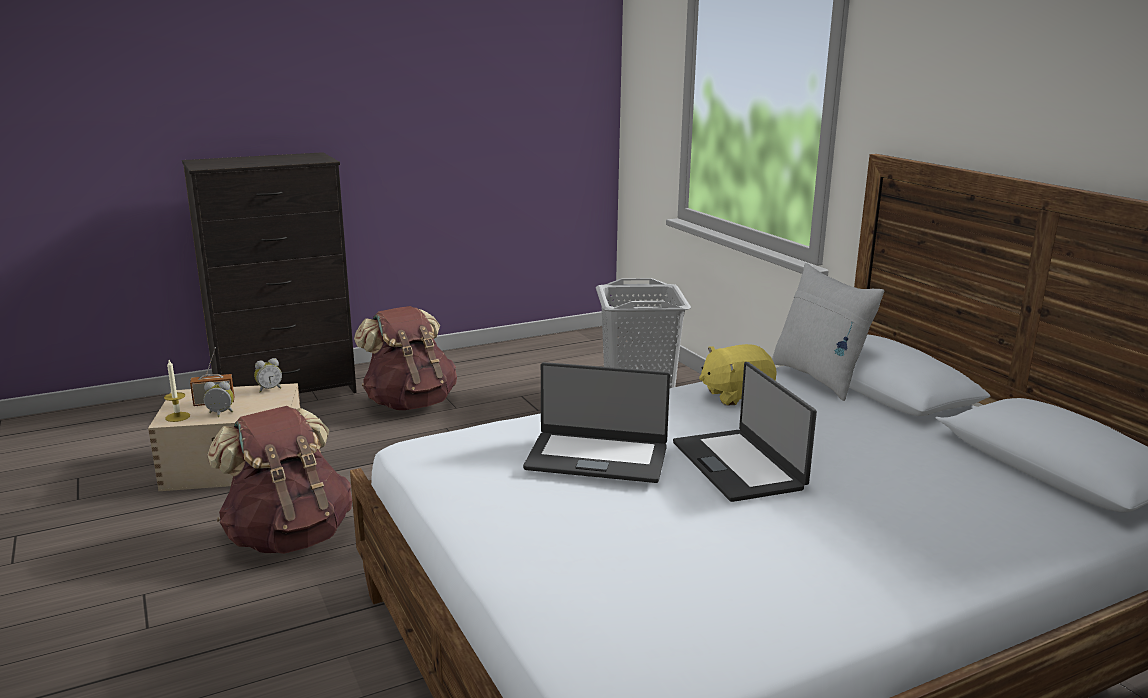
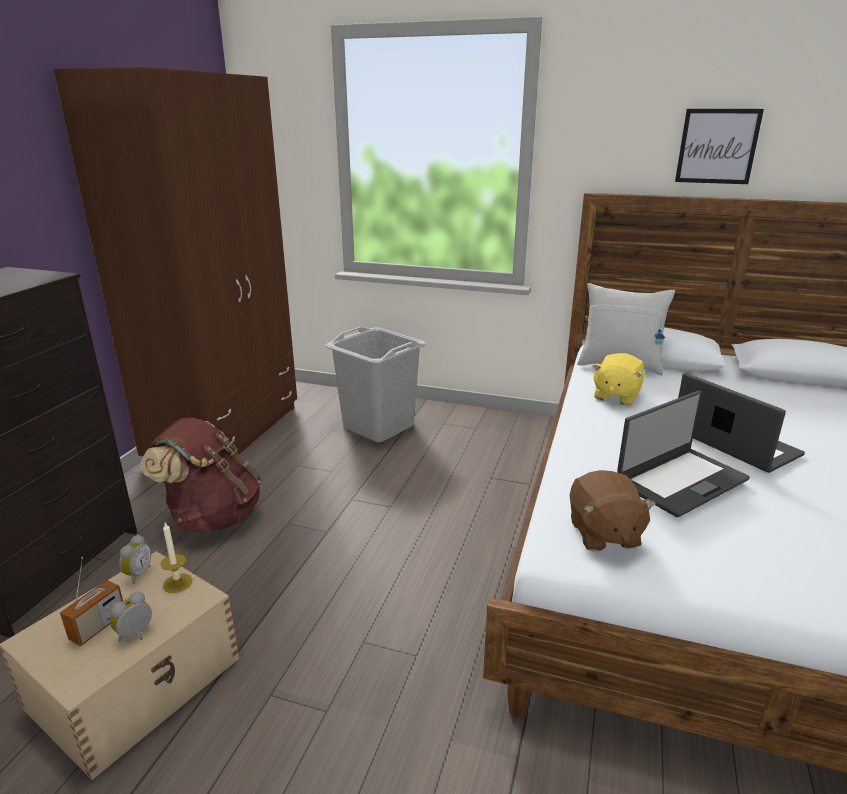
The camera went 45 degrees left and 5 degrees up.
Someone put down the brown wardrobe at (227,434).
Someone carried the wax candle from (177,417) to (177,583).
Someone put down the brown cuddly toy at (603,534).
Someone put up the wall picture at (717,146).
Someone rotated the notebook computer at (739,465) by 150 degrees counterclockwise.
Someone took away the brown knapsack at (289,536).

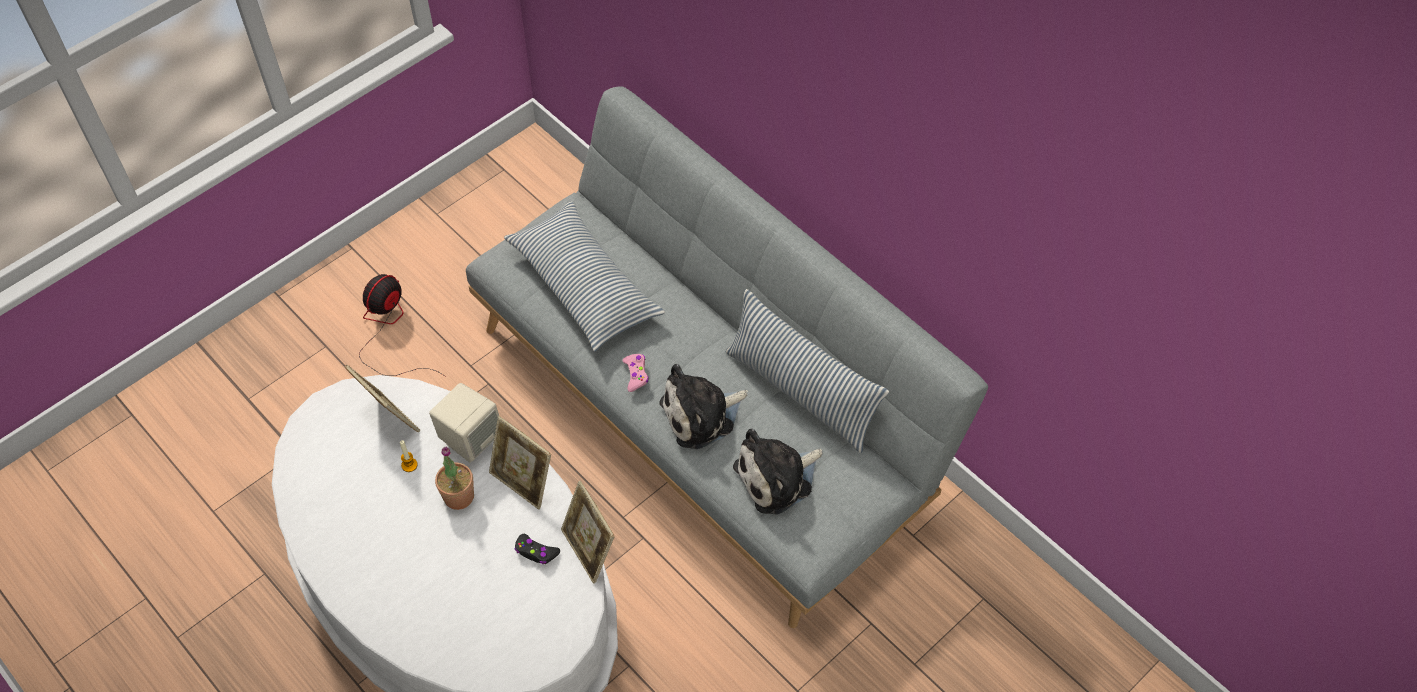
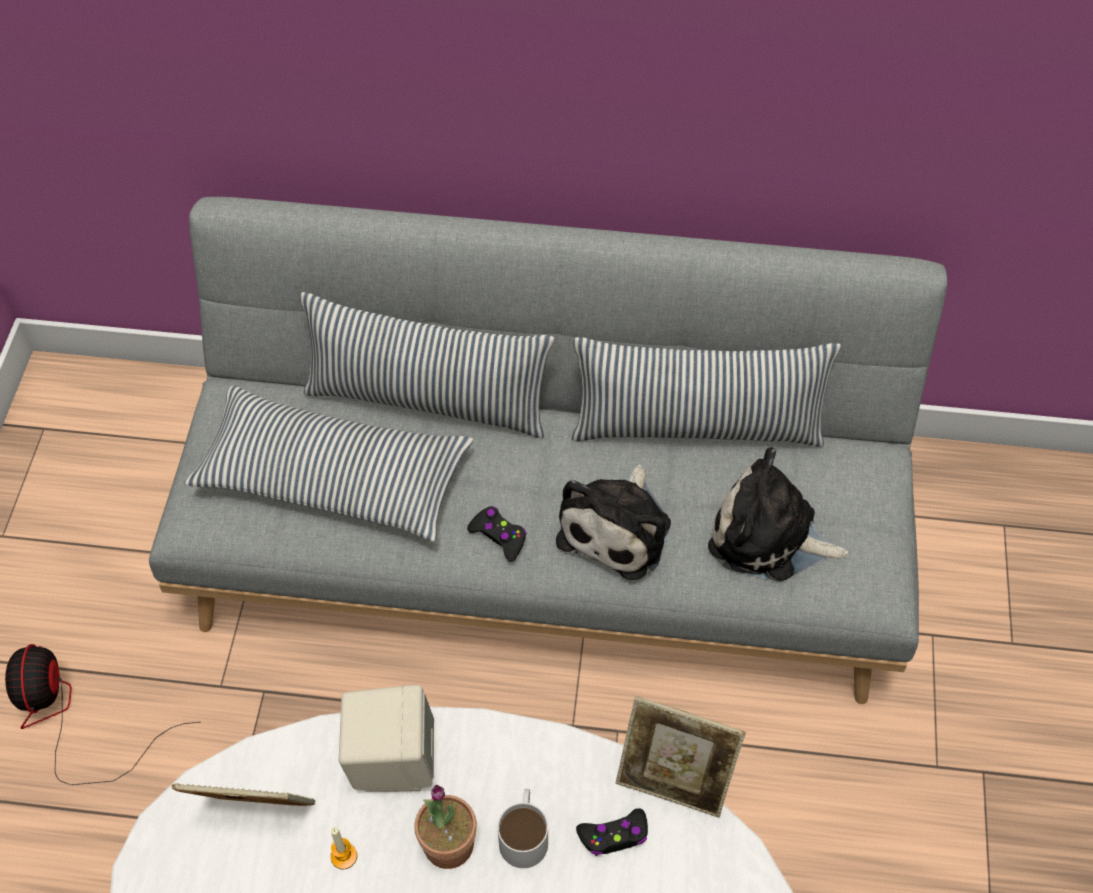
The camera went 40 degrees left and 0 degrees up.
Someone put down the throw pillow at (428,401).
Someone repainted the pink-coloured gamepad at (636,374), which became the black-coloured gamepad at (499,536).
Someone put down the whitish coffee mug at (524,833).
Someone rotated the cuddly toy at (777,477) by 90 degrees clockwise.
Someone took away the standing frame at (523,482).

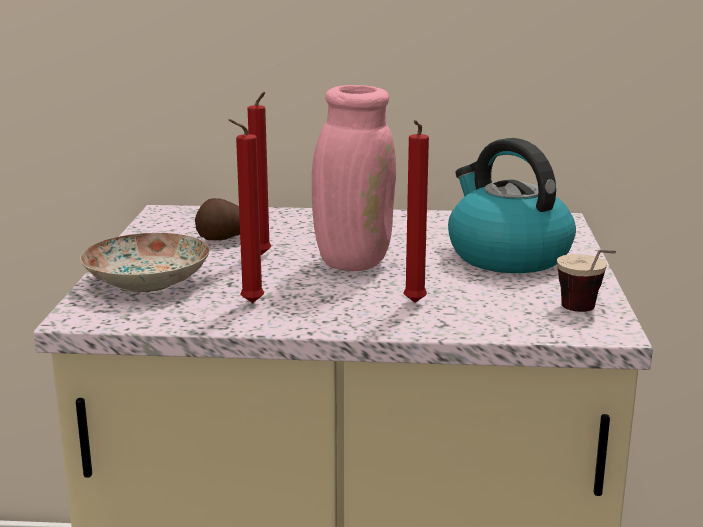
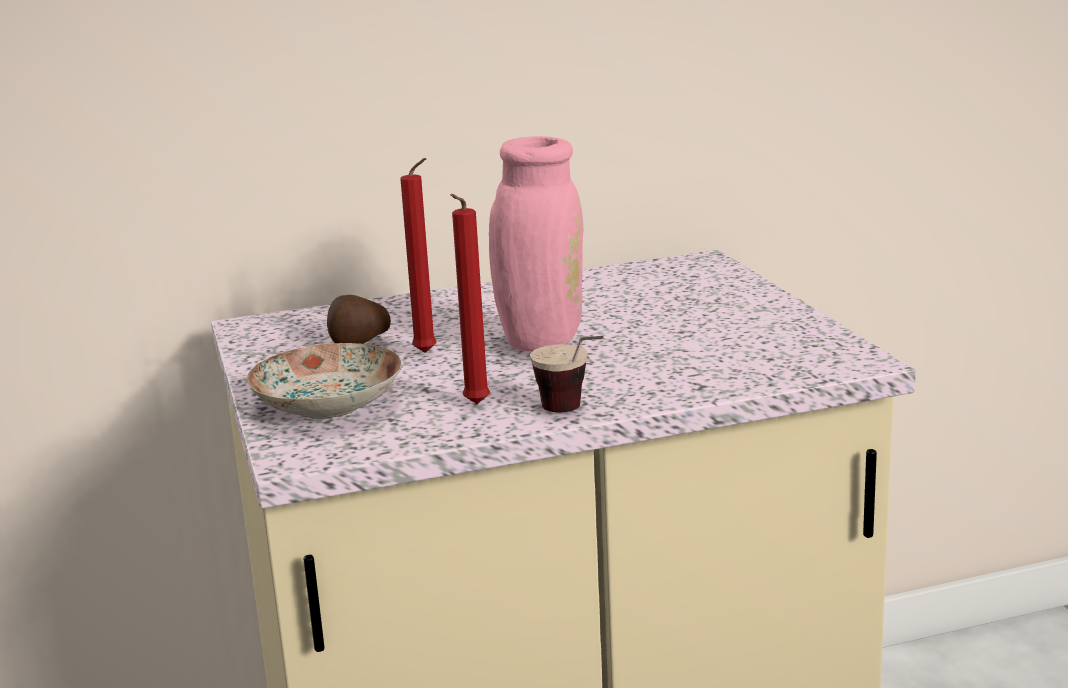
The camera went 20 degrees left and 0 degrees up.
Someone carried the small cup from (586,314) to (574,413).
Someone took away the red-coloured wax candle at (413,304).
Someone took away the kettle at (506,255).

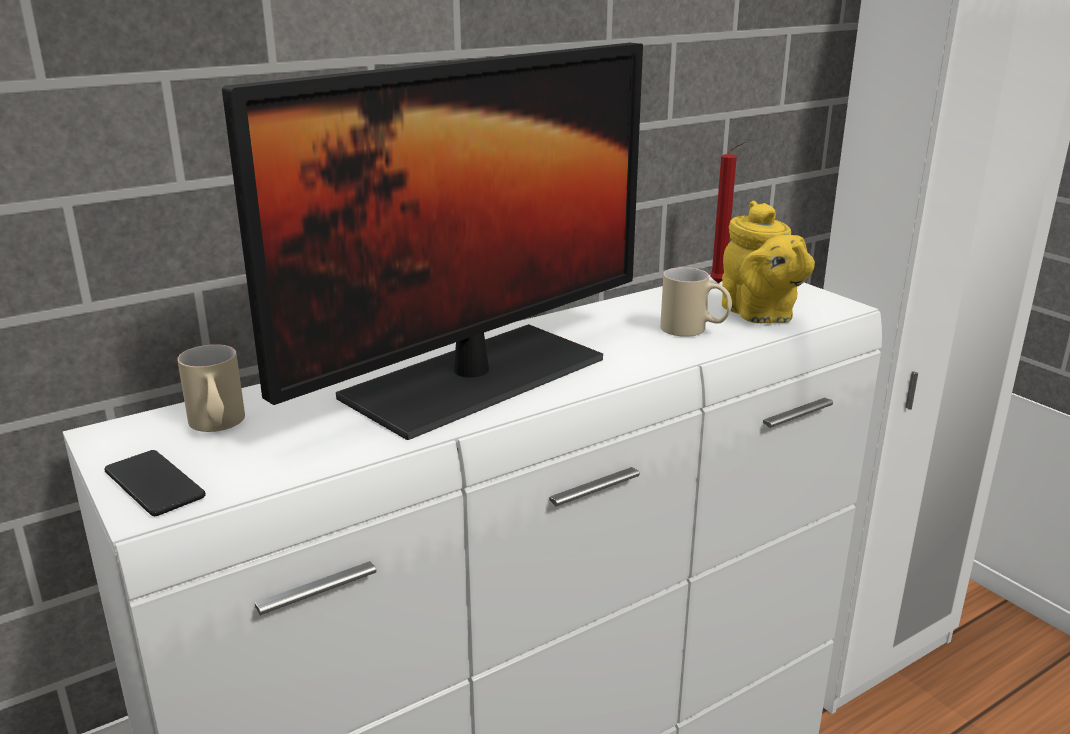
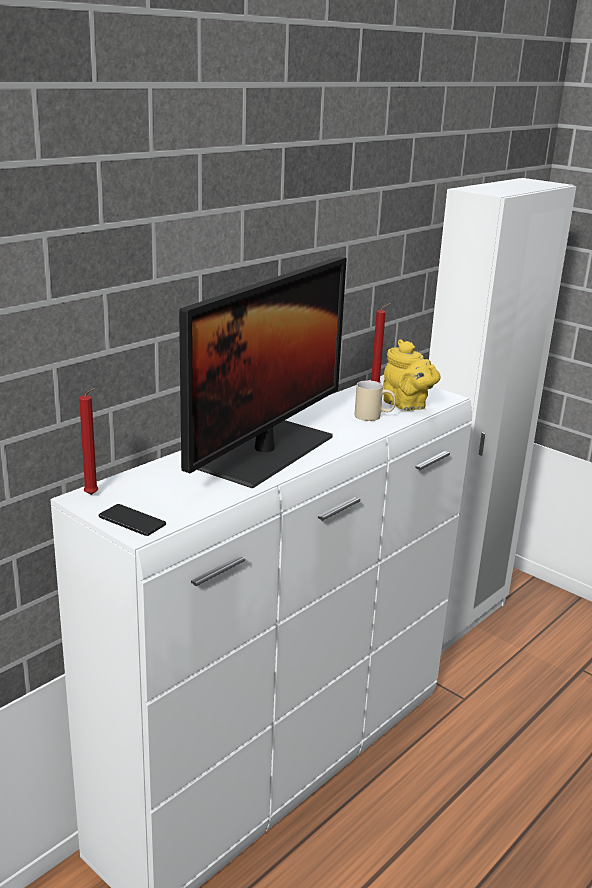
The camera went 15 degrees left and 0 degrees up.
Someone put down the red-coloured wax candle at (93,495).
Someone took away the beige-coloured coffee mug at (218,426).

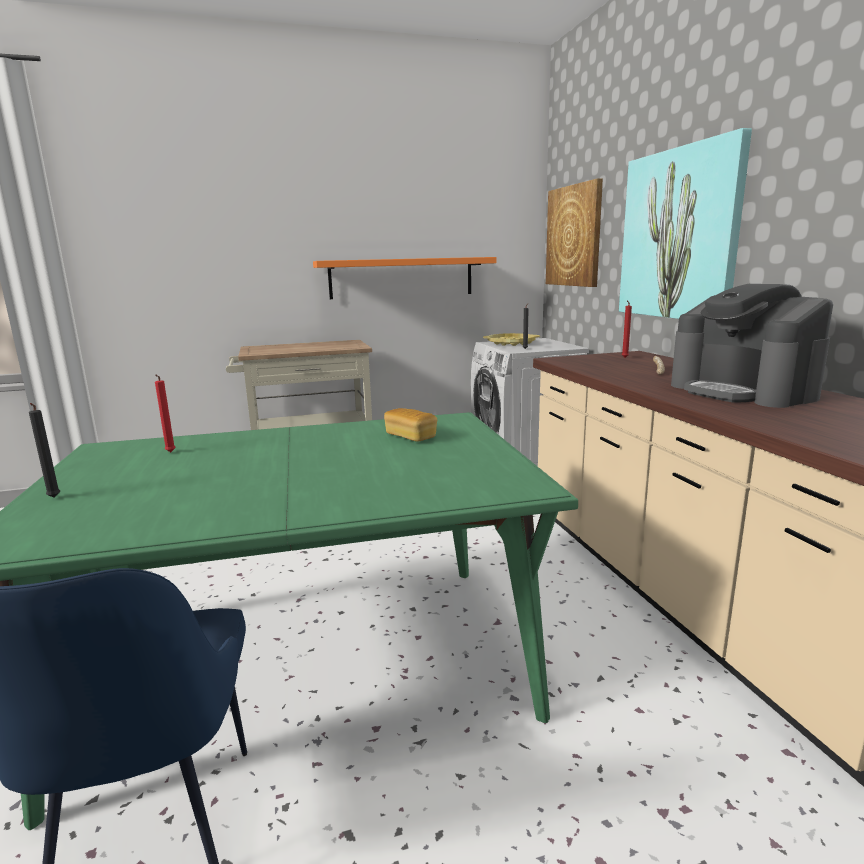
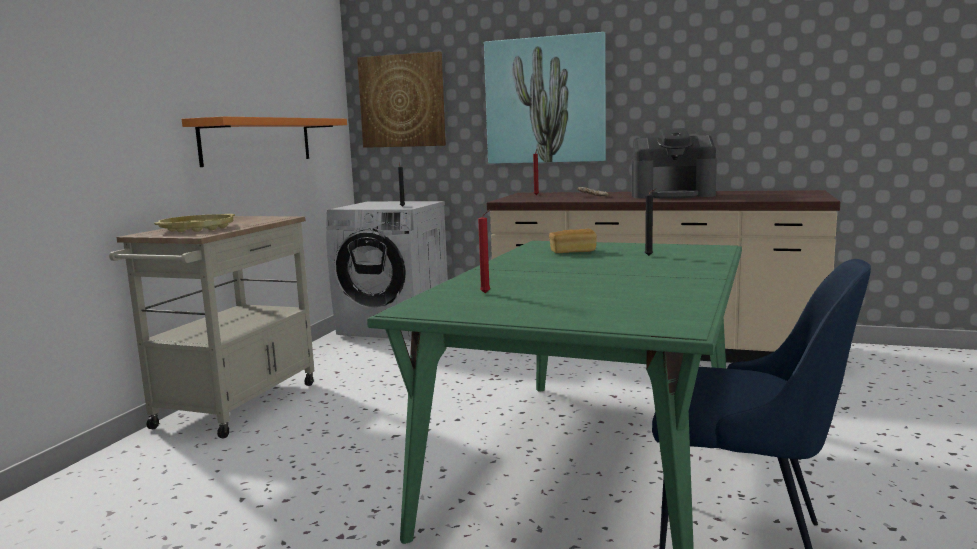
The camera went 55 degrees left and 5 degrees down.
Someone carried the yellowish carrying tray from (511,343) to (197,229).
Someone carried the black-coloured wax candle from (53,498) to (650,256).

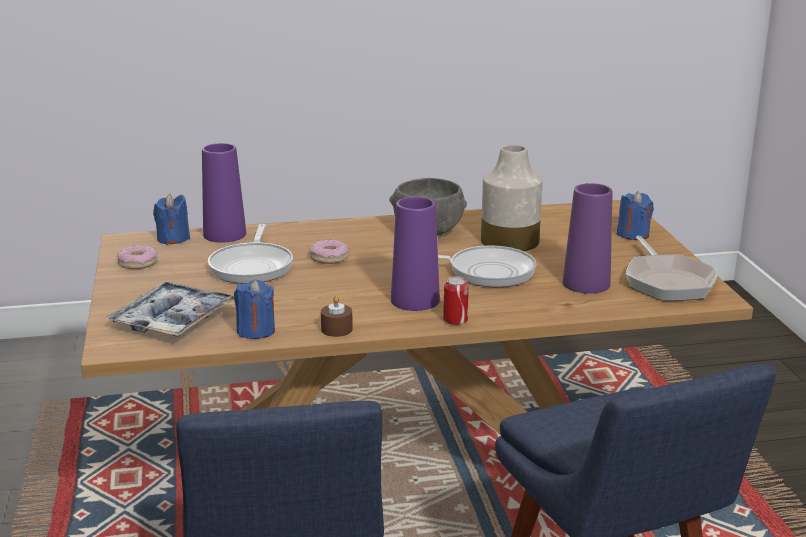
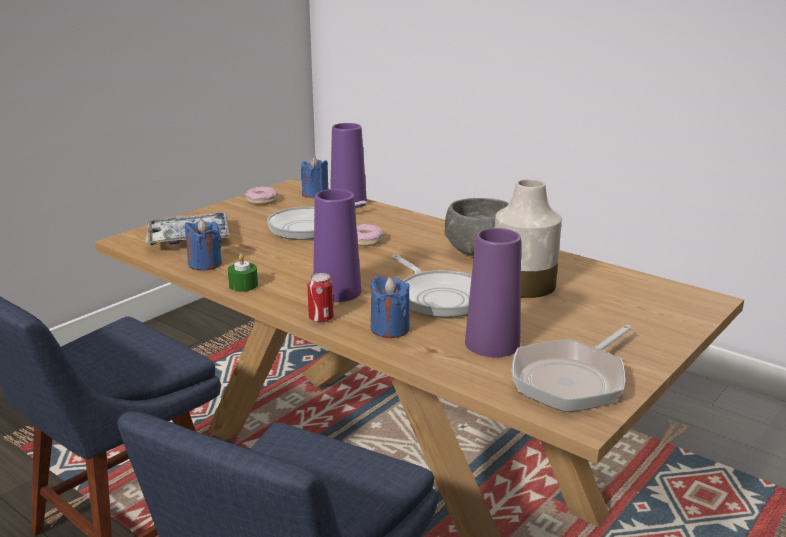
The camera went 50 degrees right and 0 degrees up.
Someone repainted the brown wax candle at (336,329), which became the green wax candle at (243,285).
Someone carried the bluish wax candle from (633,234) to (390,329).

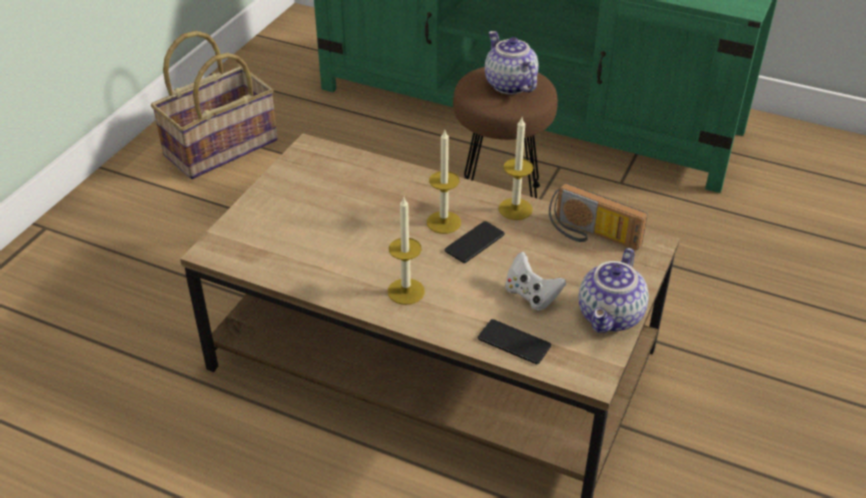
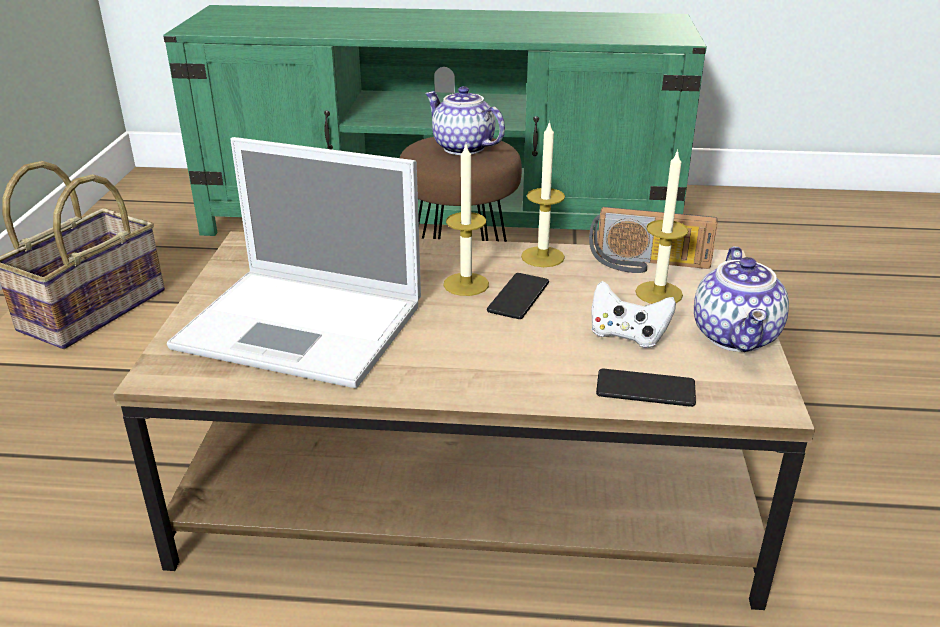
The camera went 20 degrees left and 10 degrees down.
Someone put down the notebook computer at (305,326).
Someone carried the wax candle from (406,291) to (659,293).

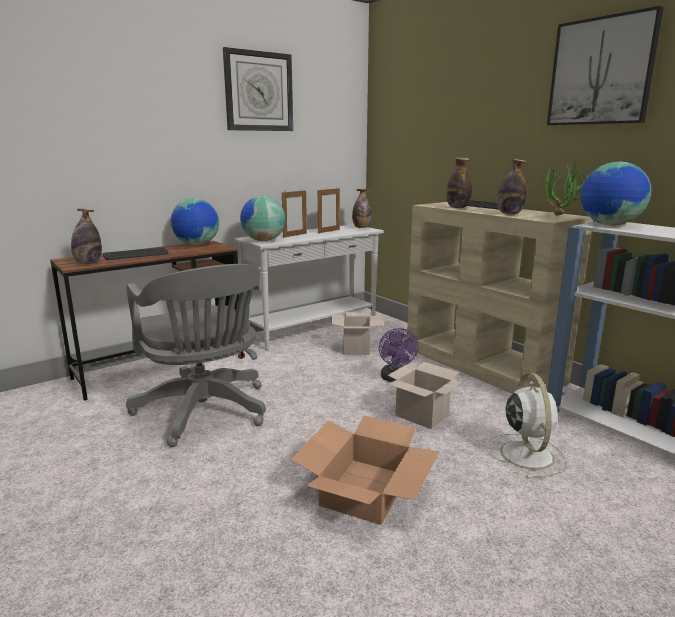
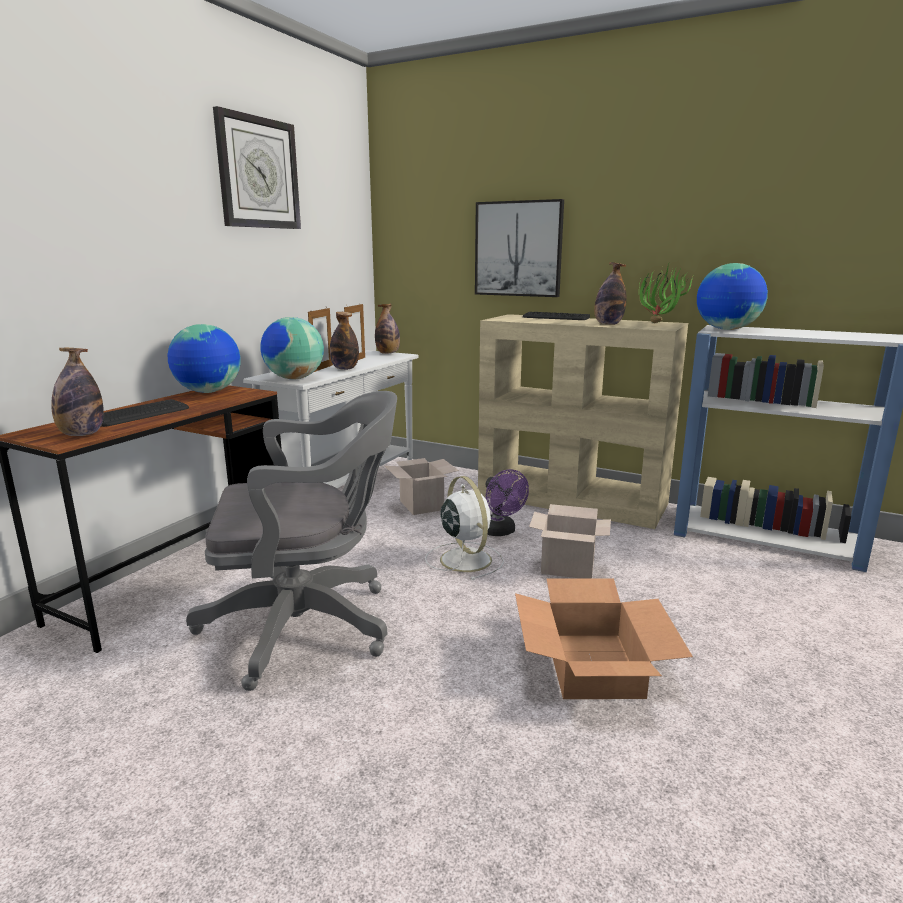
The camera went 25 degrees left and 0 degrees up.
Someone rotated the gray office chair at (205,413) by 45 degrees counterclockwise.
Someone carried the drink bottle from (457,207) to (345,368).
Someone carried the whitish cooling fan from (526,453) to (464,559).
Someone carried the wall picture from (601,71) to (518,249).

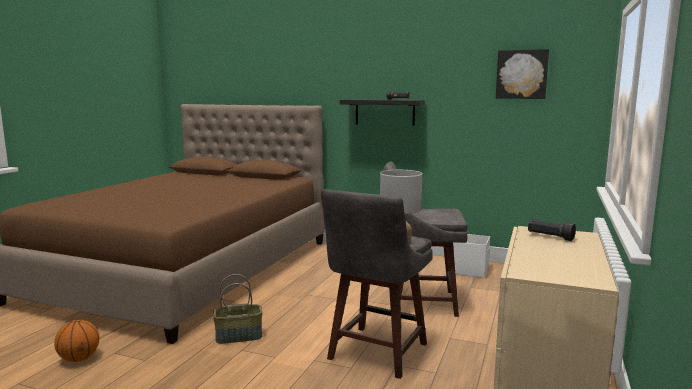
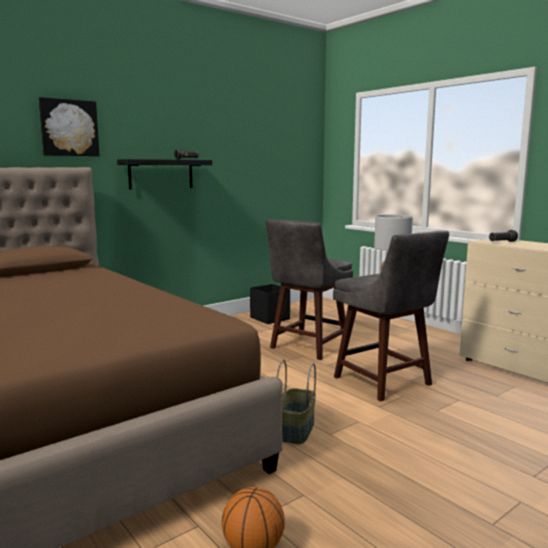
The camera went 60 degrees left and 0 degrees up.
Someone carried the wall picture from (521,74) to (69,128).
Someone repainted the whitish storage box at (471,271), which became the black-coloured storage box at (269,318).

